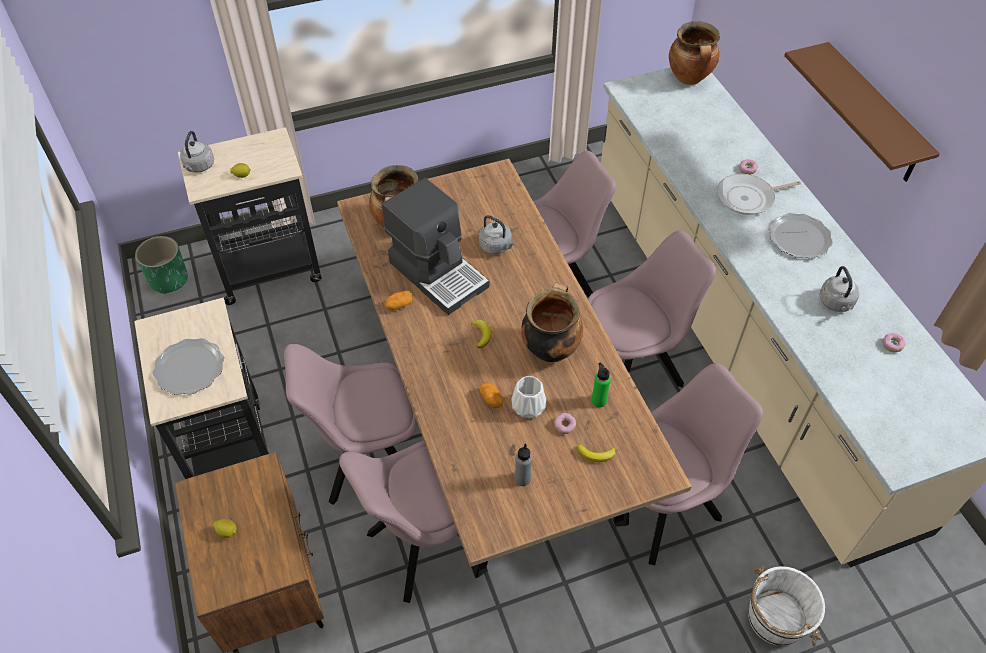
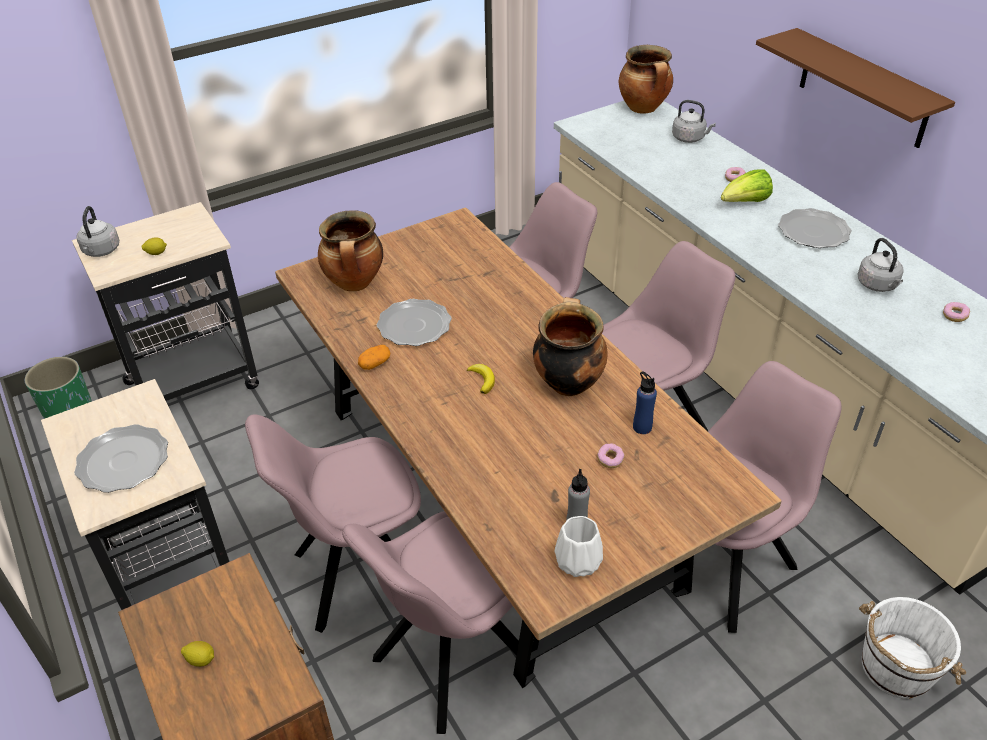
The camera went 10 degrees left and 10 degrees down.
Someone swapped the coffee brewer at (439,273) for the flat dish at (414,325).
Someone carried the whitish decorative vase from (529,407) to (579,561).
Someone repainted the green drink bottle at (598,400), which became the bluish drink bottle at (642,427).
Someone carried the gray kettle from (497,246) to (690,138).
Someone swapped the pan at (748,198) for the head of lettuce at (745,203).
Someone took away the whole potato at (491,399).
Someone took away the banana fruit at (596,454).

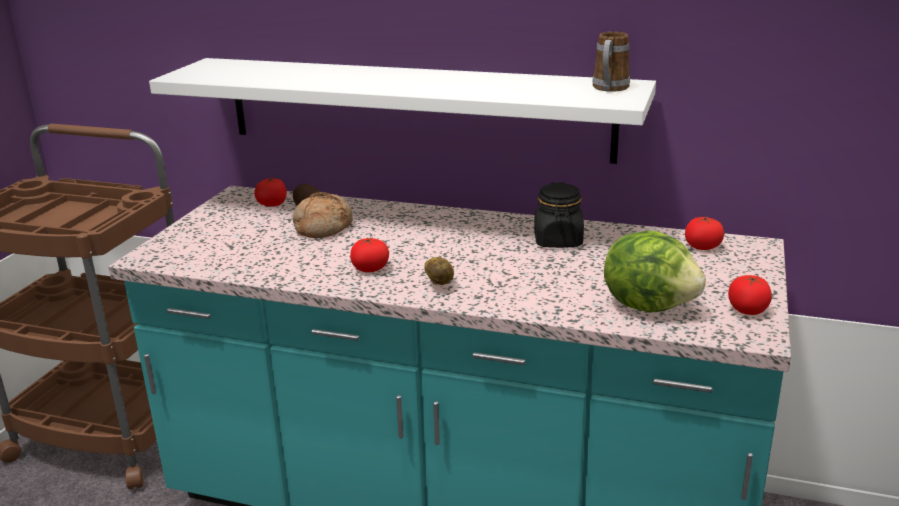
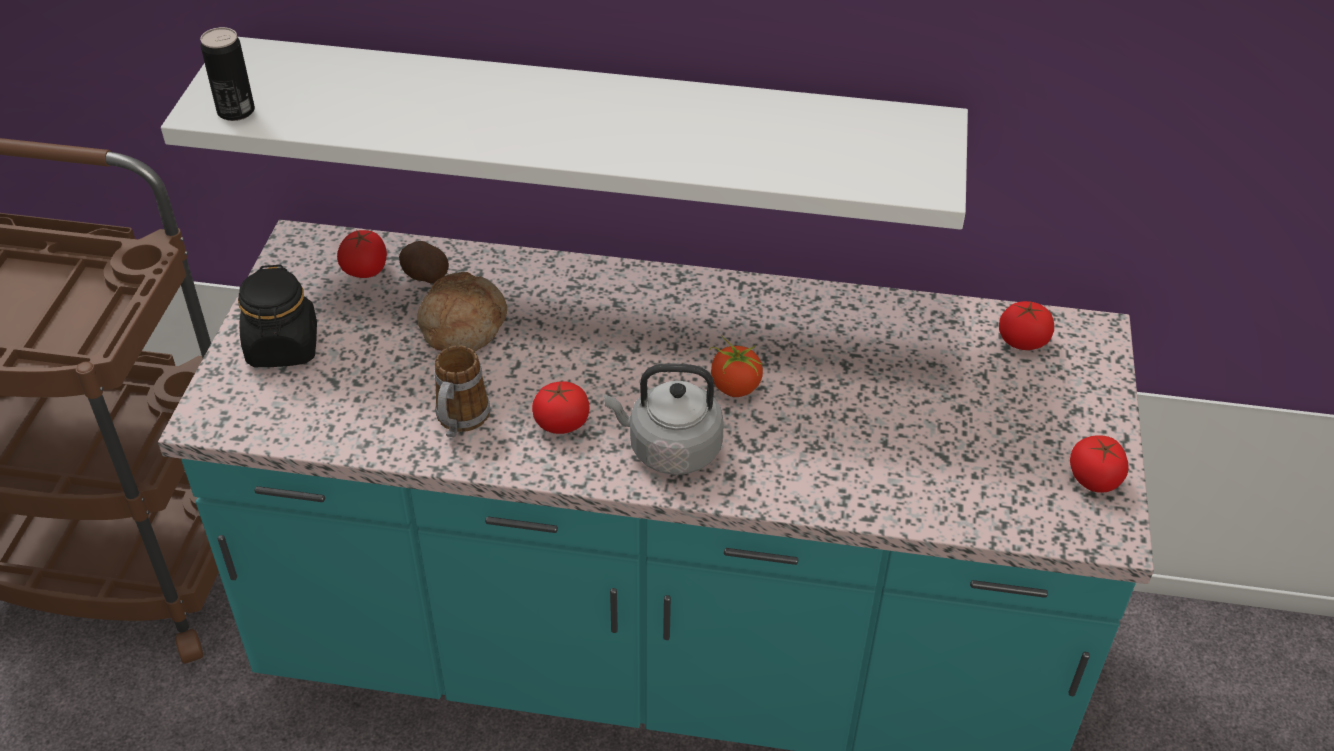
The camera went 10 degrees left and 20 degrees up.
Someone put down the sealed can at (236,111).
Someone carried the black-coloured jar from (558,241) to (283,347).
Someone carried the coffee mug from (609,89) to (459,422).
Someone swapped the whole potato at (440,283) for the gray kettle at (669,449).
Someone put down the tomato at (735,387).
Someone took away the head of lettuce at (649,305).

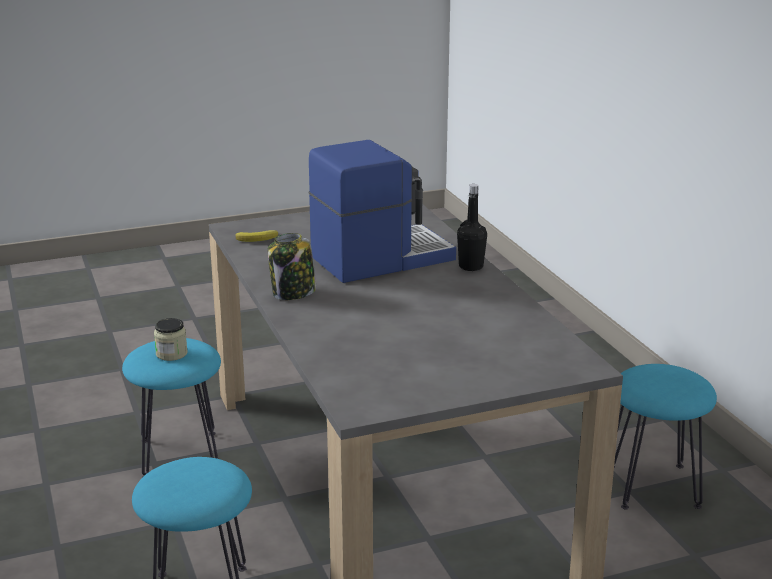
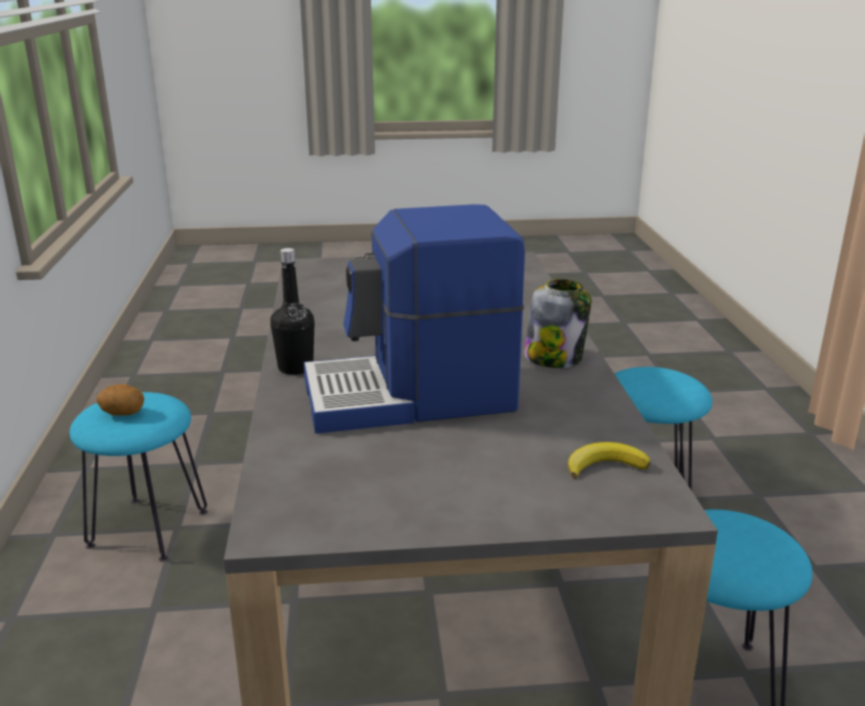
The camera went 165 degrees left and 0 degrees up.
Someone put down the whole potato at (123,414).
Someone took away the jar at (171,354).

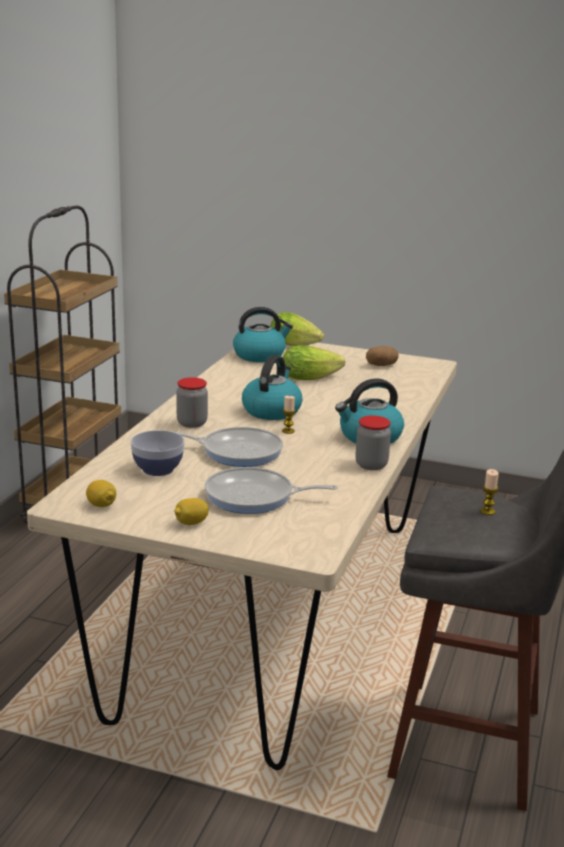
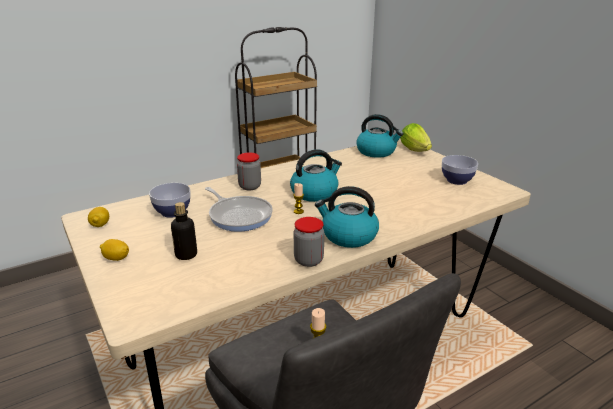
The camera went 40 degrees right and 5 degrees up.
Someone swapped the pan at (254,497) for the drink bottle at (186,254).
Someone swapped the whole potato at (381,365) for the bowl at (457,180).
Someone took away the head of lettuce at (313,377).

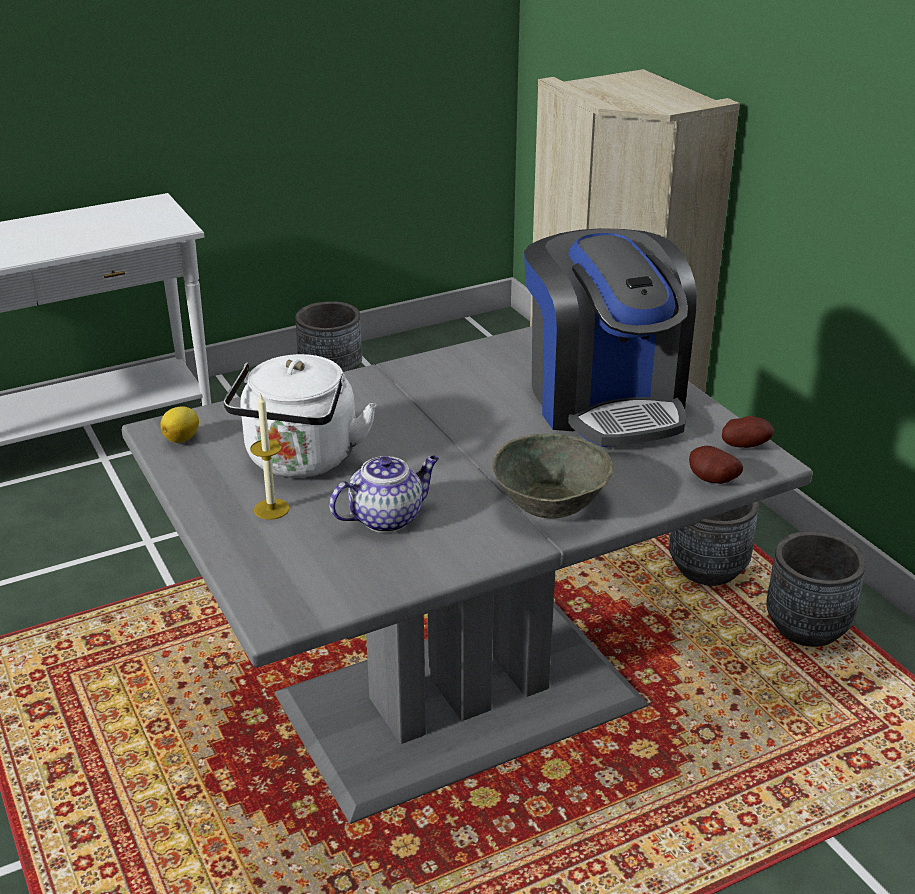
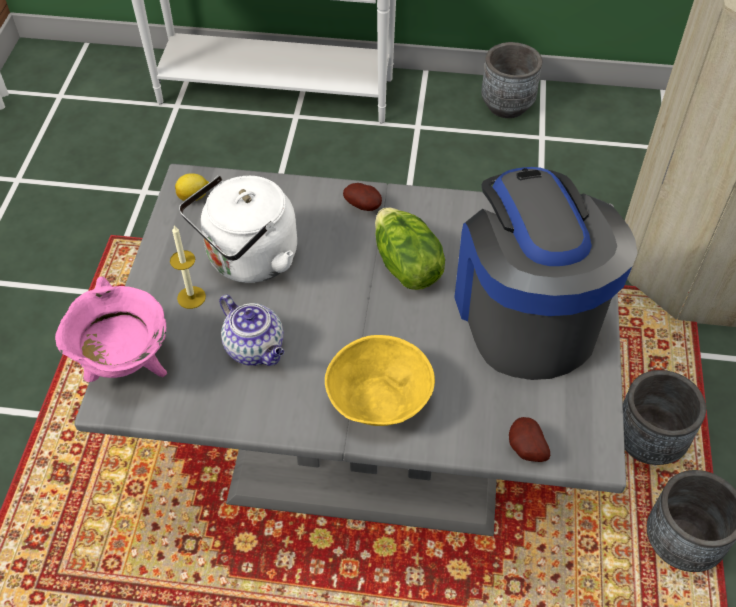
The camera went 35 degrees right and 20 degrees up.
Someone put down the pink-coloured cooking pot at (126,366).
Someone rotated the pot for tea at (387,517) by 45 degrees clockwise.
Someone repainted the gray bowl at (552,504), which became the yellowish bowl at (380,402).
Someone carried the whole potato from (744,446) to (364,206).
Someone put down the head of lettuce at (405,266).
Someone rotated the coffee brewer at (605,400) by 150 degrees clockwise.

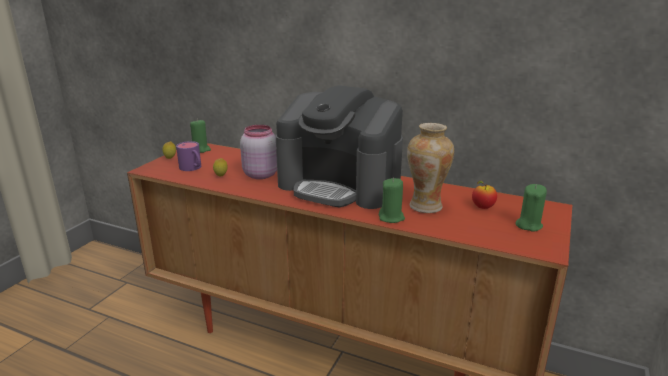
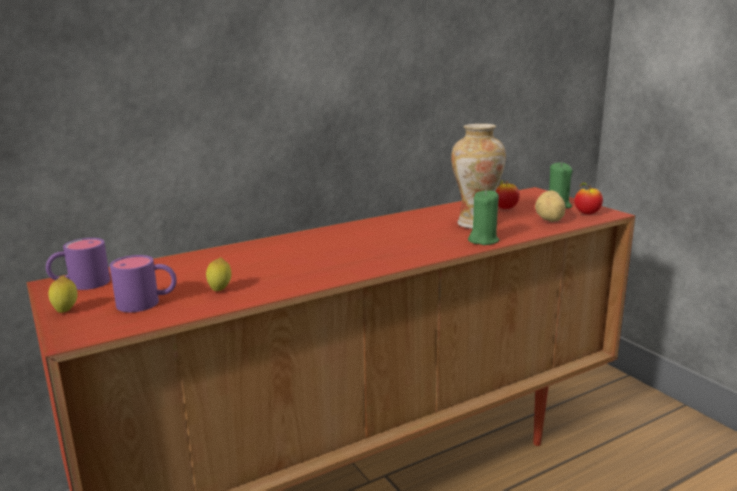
The camera went 55 degrees left and 5 degrees down.
Someone swapped the green wax candle at (201,149) for the purplish coffee mug at (80,284).
Someone put down the whole potato at (550,220).
Someone put down the whole apple at (587,214).
Someone took away the pink-coloured jar at (260,174).
Someone took away the coffee brewer at (340,185).

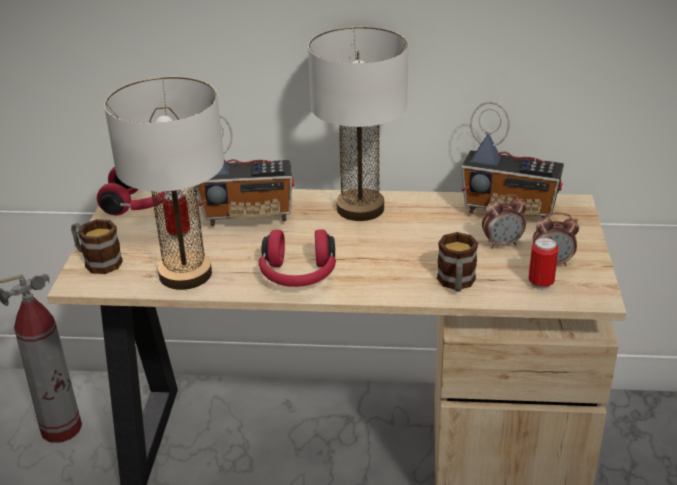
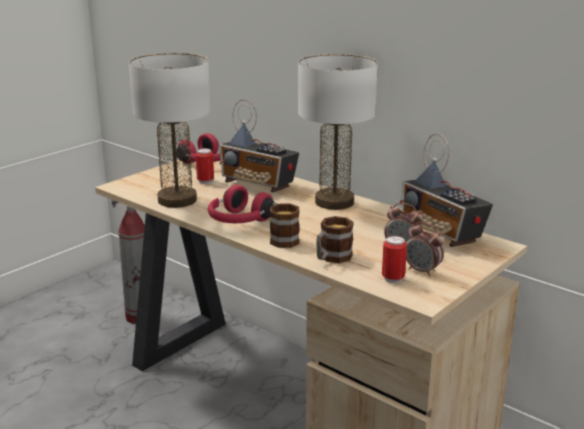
The camera went 35 degrees right and 10 degrees down.
Someone carried the coffee mug from (97,261) to (281,238).

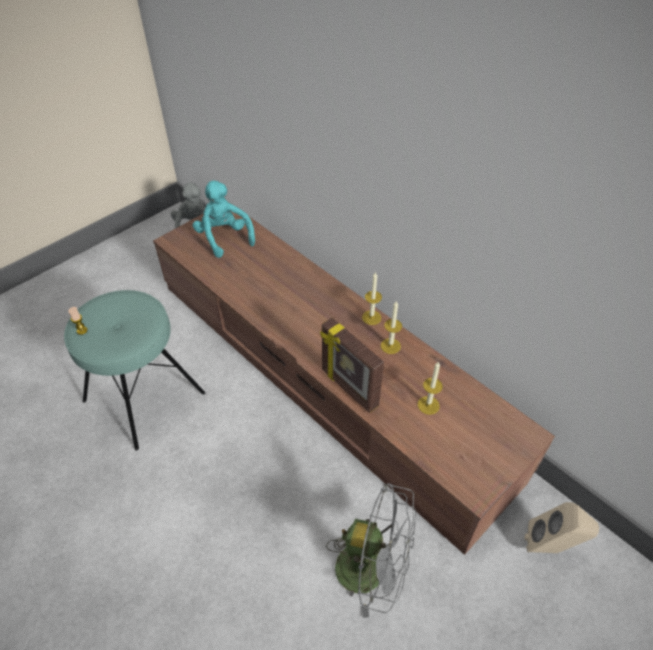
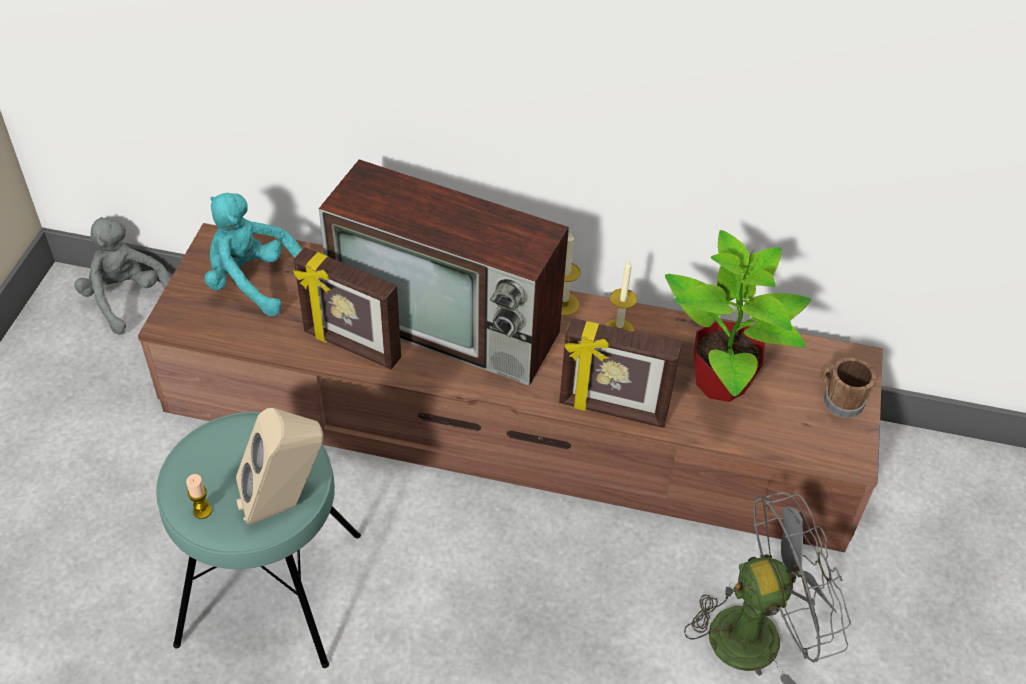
The camera went 35 degrees left and 0 degrees up.
Someone carried the beige-coloured speaker from (550,547) to (286,503).
Someone put down the standing frame at (351,346).
Someone put down the television at (450,324).
Someone swapped the wax candle at (428,405) for the potted plant at (722,382).
Someone put down the brown coffee mug at (839,400).

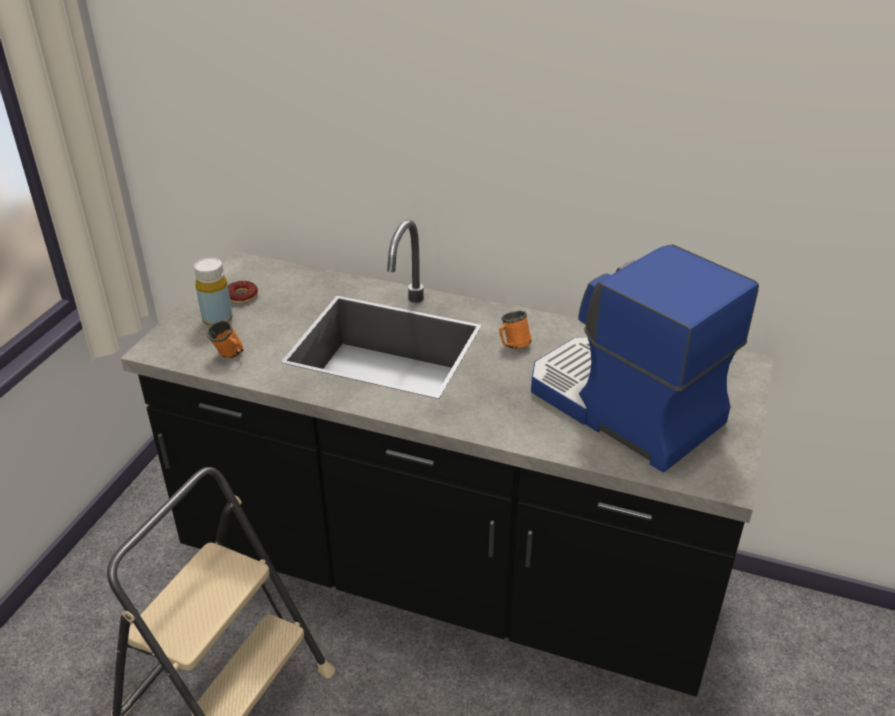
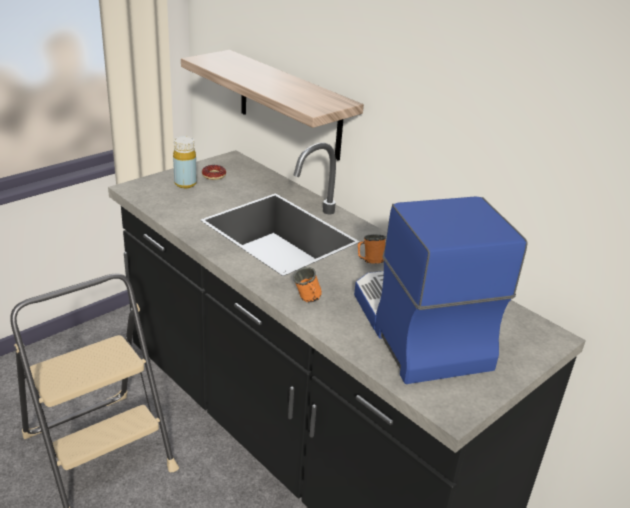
The camera went 25 degrees right and 5 degrees down.
Someone put up the bracket shelf at (289,105).
Someone carried the orange-coloured coffee mug from (230,356) to (308,300).

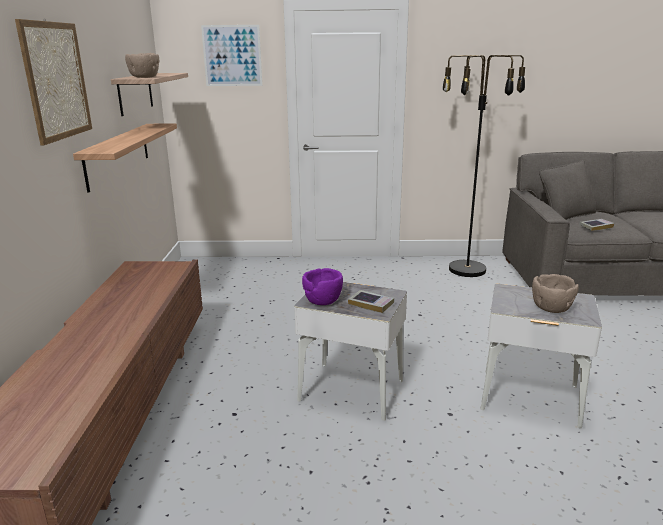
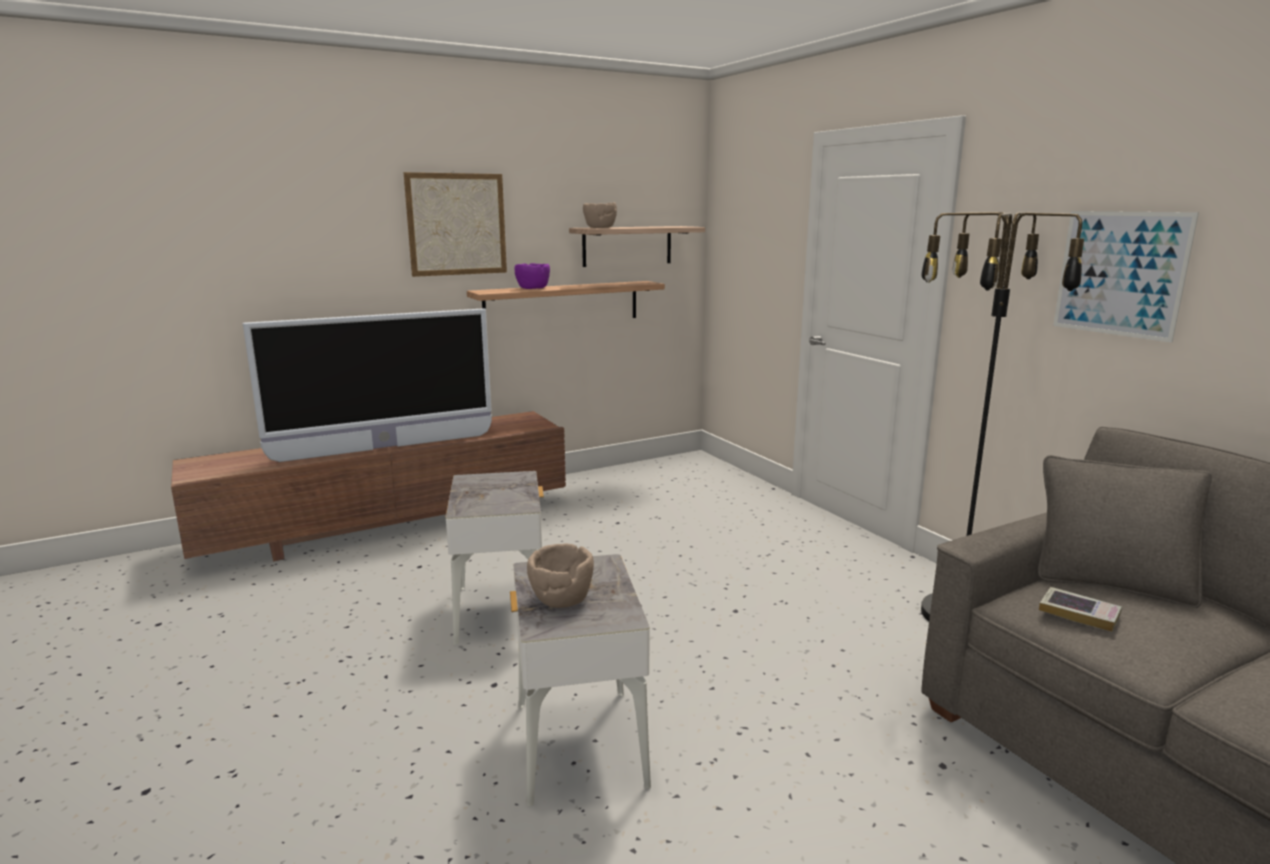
The camera went 60 degrees right and 5 degrees down.
Someone put down the television at (385,448).
Someone carried the purplish bowl from (323,300) to (533,288).
Someone carried the wall picture from (232,55) to (1120,274).
Someone took away the volume at (371,304).

